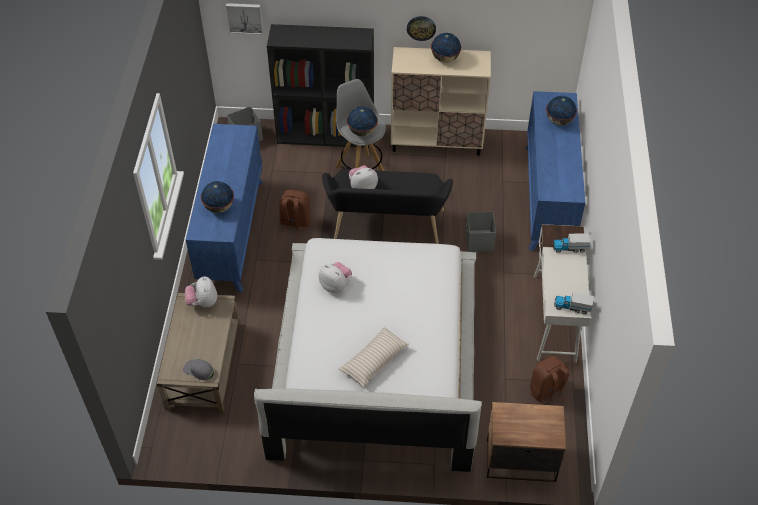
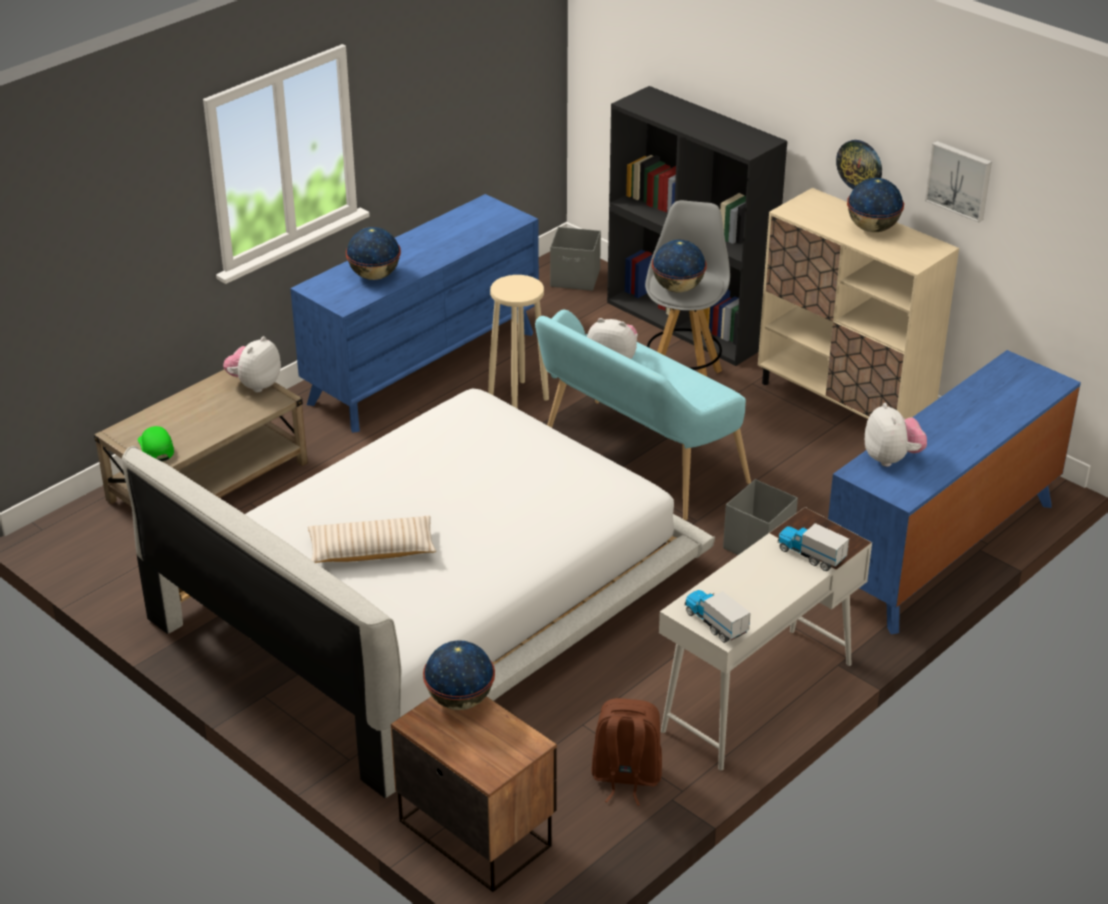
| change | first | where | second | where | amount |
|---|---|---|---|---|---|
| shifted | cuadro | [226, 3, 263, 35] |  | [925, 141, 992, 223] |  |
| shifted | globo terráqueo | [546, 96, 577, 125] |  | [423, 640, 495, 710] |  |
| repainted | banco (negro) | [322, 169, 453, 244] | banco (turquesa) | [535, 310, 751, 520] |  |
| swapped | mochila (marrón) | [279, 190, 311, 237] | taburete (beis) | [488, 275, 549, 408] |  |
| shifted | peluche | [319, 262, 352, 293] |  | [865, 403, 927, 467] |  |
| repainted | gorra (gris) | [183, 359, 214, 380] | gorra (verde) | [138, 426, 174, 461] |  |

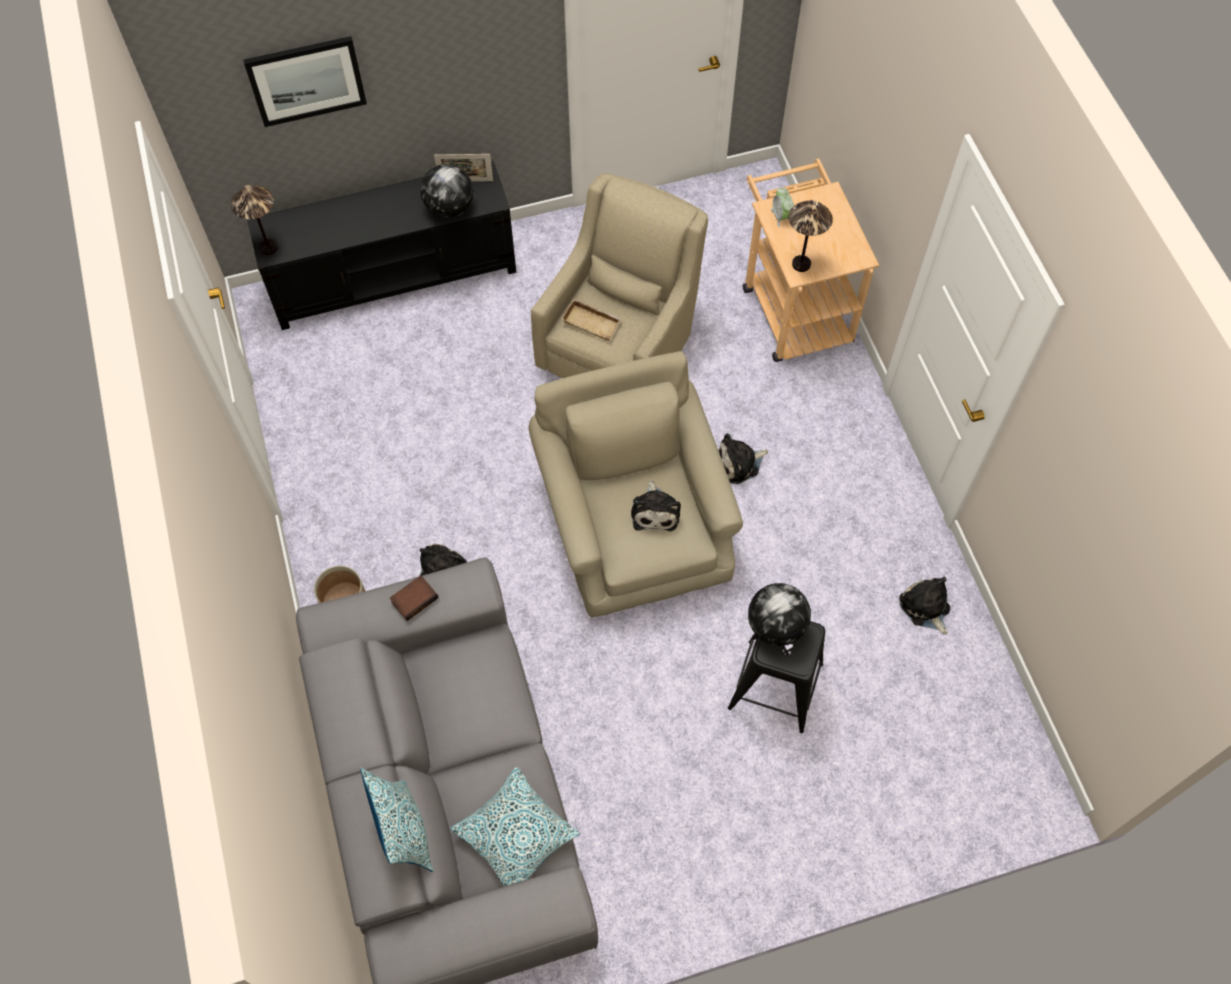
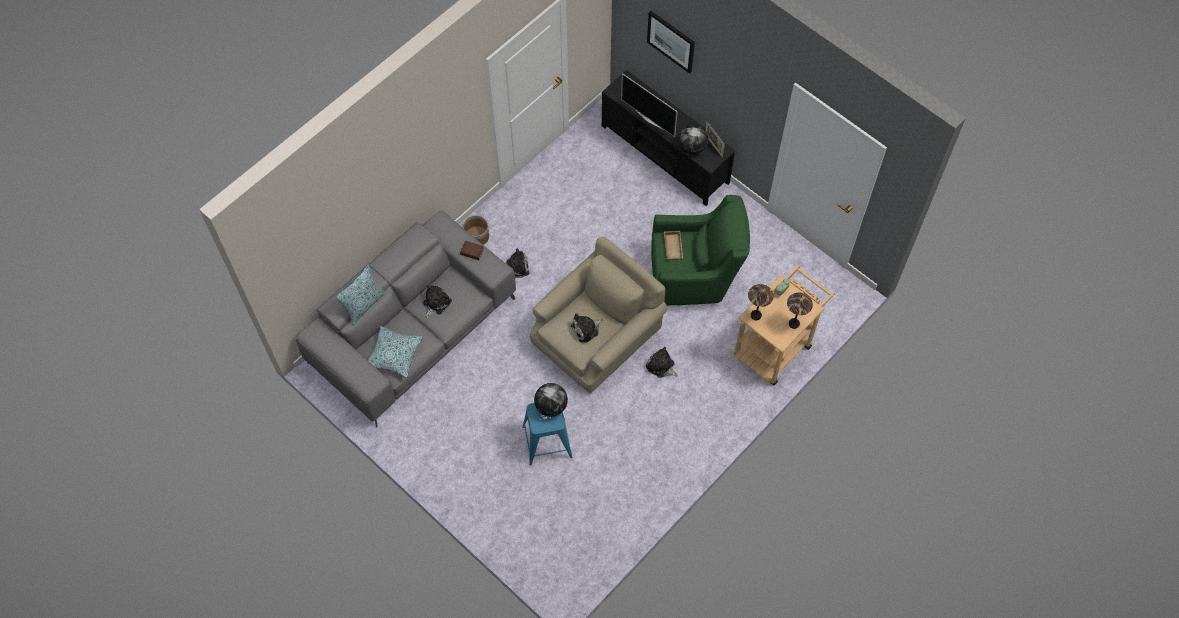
| change | first | where | second | where | amount |
|---|---|---|---|---|---|
| repainted | sillón (beis) | [531, 173, 708, 378] | sillón (verde) | [651, 195, 750, 306] |  |
| shifted | lámpara de mesa | [231, 185, 277, 255] |  | [787, 293, 813, 329] |  |
| shifted | peluche | [899, 577, 950, 635] |  | [423, 285, 452, 319] |  |
| repainted | taburete (negro) | [728, 621, 825, 733] | taburete (azul) | [522, 403, 573, 466] |  |
| new |  |  | televisor | [621, 73, 678, 137] |  |

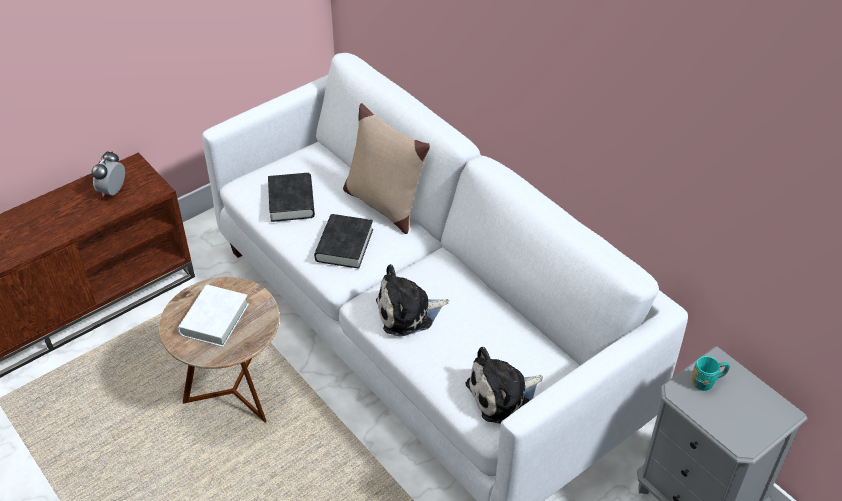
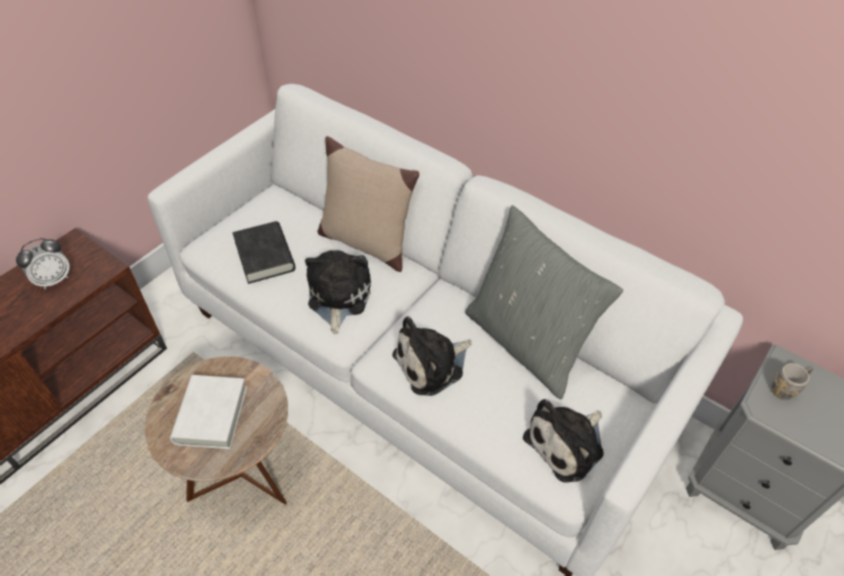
| change | first | where | second | where | amount |
|---|---|---|---|---|---|
| rotated | despertador | [92, 151, 125, 197] |  | [16, 238, 69, 289] | 135 degrees counterclockwise |
| swapped | libro (negro) | [314, 214, 373, 269] | peluche | [305, 250, 371, 334] |  |
| repainted | taza grande (turquesa) | [692, 356, 730, 391] | taza grande (gris) | [771, 363, 813, 400] |  |
| new |  |  | cojín (gris) | [465, 205, 623, 400] |  |

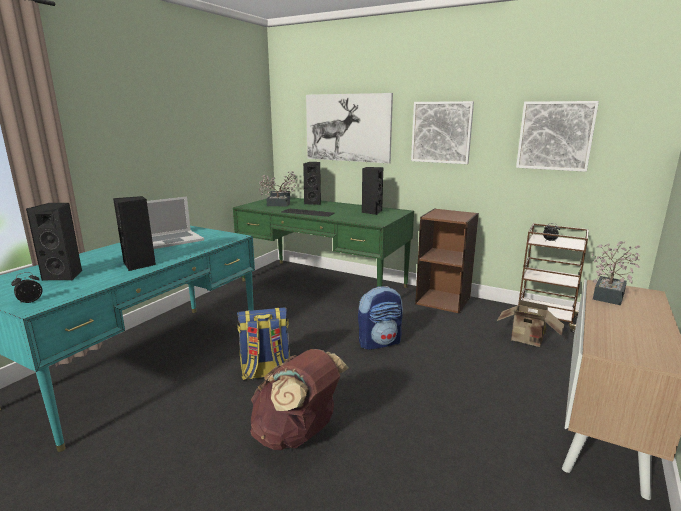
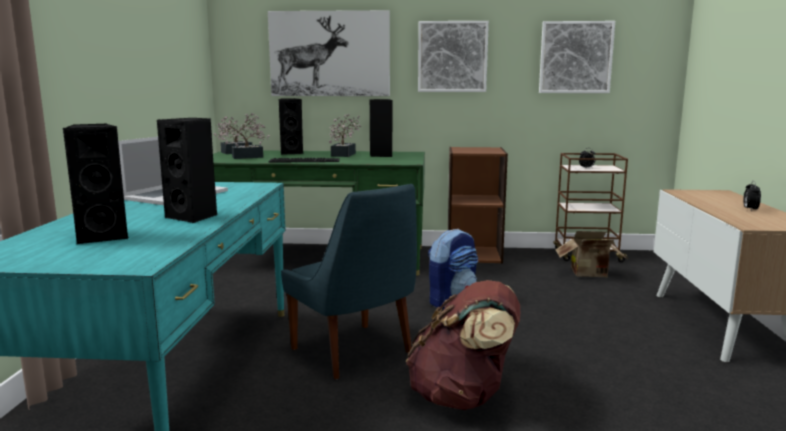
| change | first | where | second | where | amount |
|---|---|---|---|---|---|
| shifted | planta en maceta | [591, 241, 641, 305] |  | [329, 114, 361, 157] |  |
| shifted | despertador | [11, 272, 42, 304] |  | [743, 181, 761, 210] |  |
| swapped | mochila | [237, 307, 290, 380] | silla (azul) | [281, 184, 417, 379] |  |

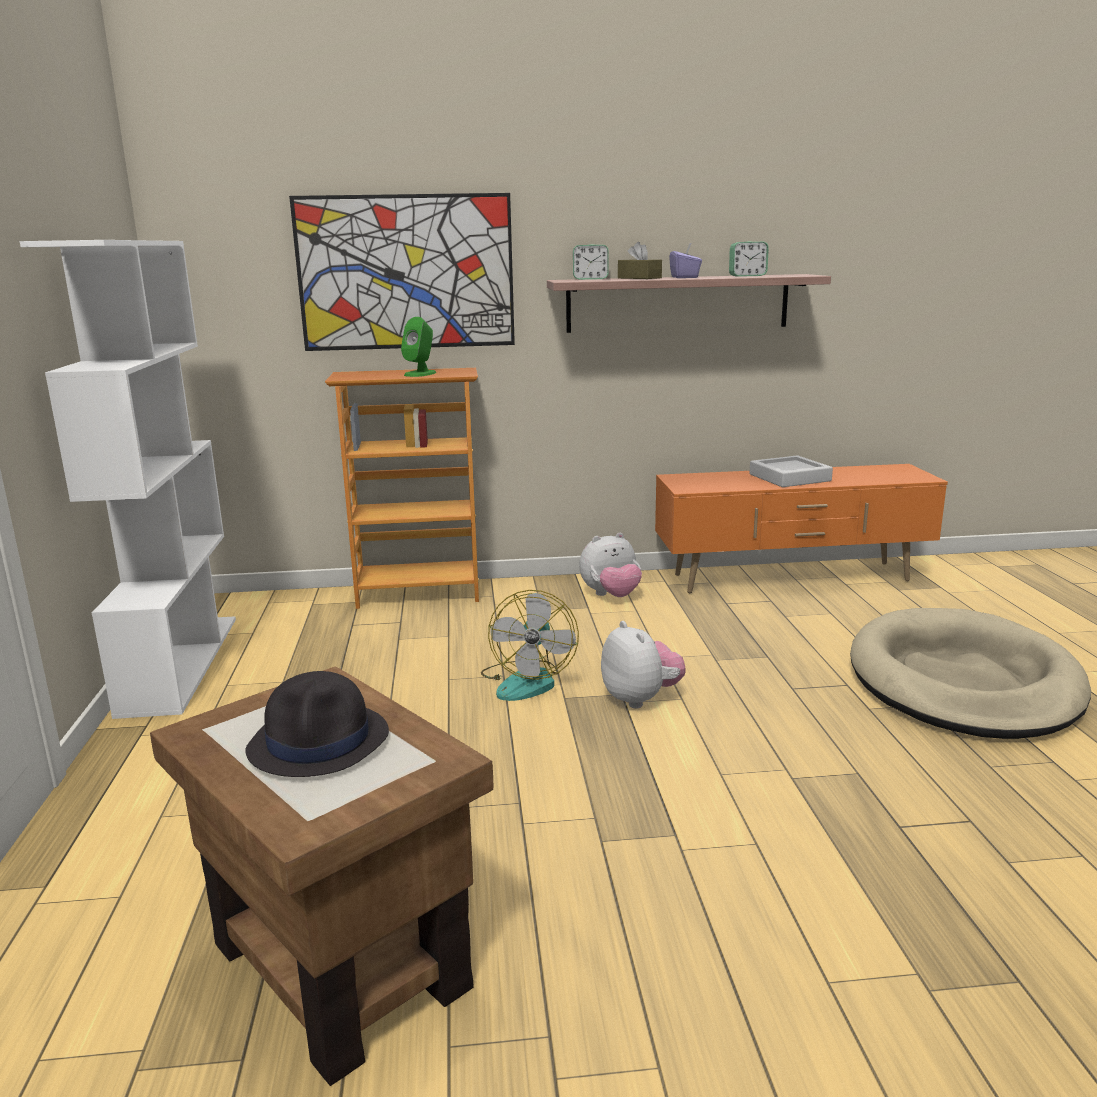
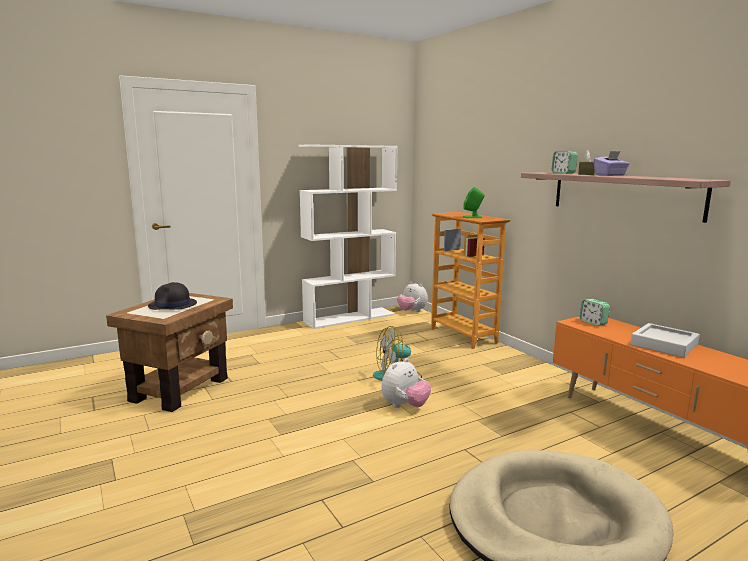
| change | first | where | second | where | amount |
|---|---|---|---|---|---|
| gone | cuadro | [289, 193, 515, 351] |  |  |  |
| shifted | despertador | [729, 241, 769, 277] |  | [580, 299, 610, 326] |  |
| shifted | peluche | [579, 533, 642, 597] |  | [397, 282, 428, 312] |  |

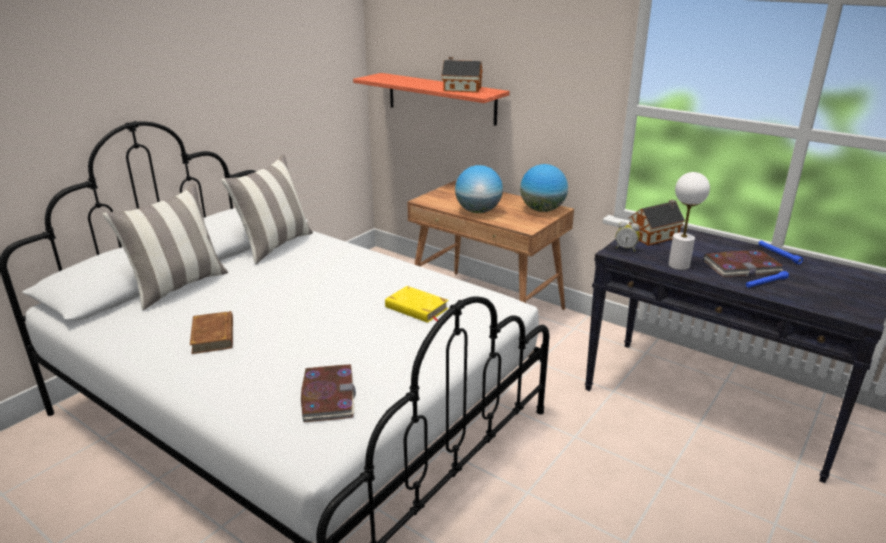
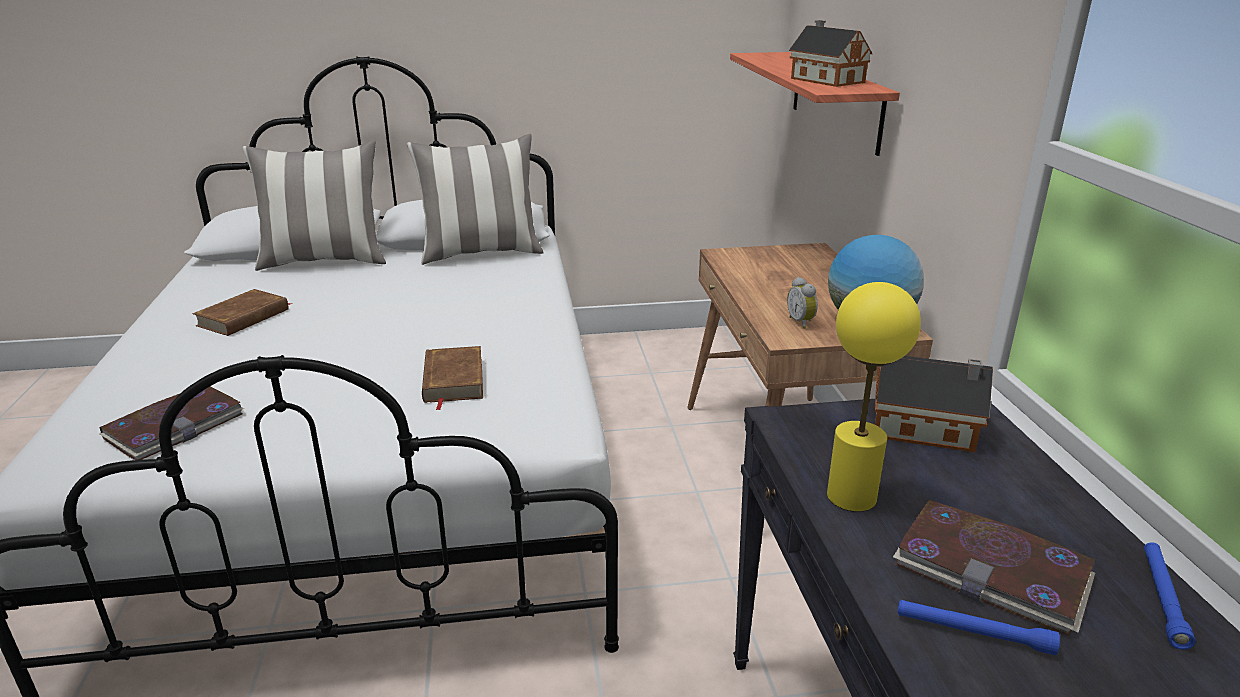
| change | first | where | second | where | amount |
|---|---|---|---|---|---|
| gone | globo terráqueo | [455, 165, 503, 213] |  |  |  |
| repainted | lámpara de mesa (blanco) | [668, 172, 710, 270] | lámpara de mesa (amarillo) | [827, 282, 921, 512] |  |
| shifted | despertador | [616, 221, 640, 252] |  | [787, 277, 818, 329] |  |
| repainted | libro (amarillo) | [385, 286, 448, 323] | libro (marrón) | [422, 346, 483, 410] |  |

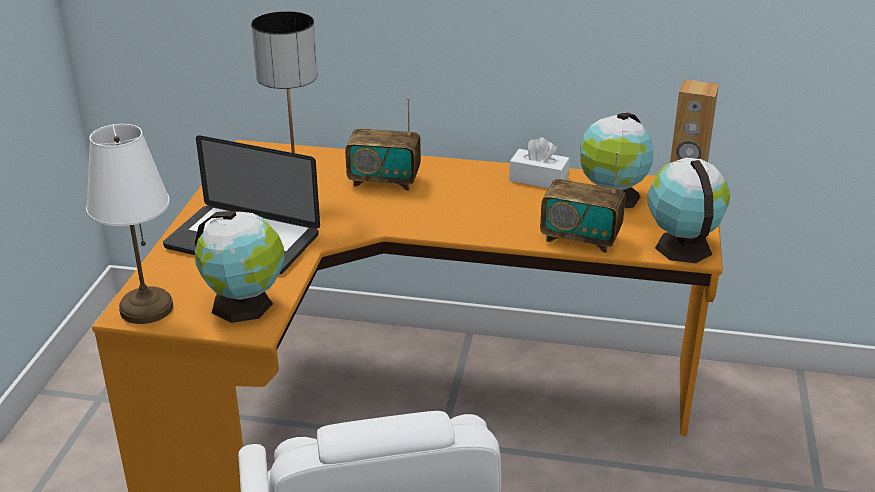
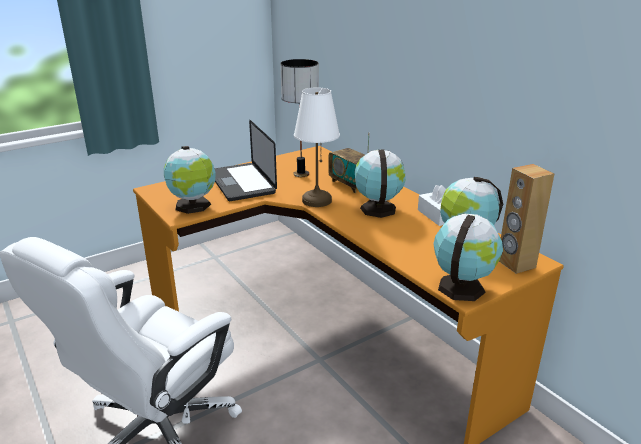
| change | first | where | second | where | amount |
|---|---|---|---|---|---|
| shifted | lámpara de mesa (blanco) | [86, 124, 173, 324] |  | [294, 87, 340, 207] |  |
| gone | radio | [540, 152, 626, 253] |  |  |  |
| new |  |  | globo terráqueo | [355, 150, 406, 218] |  |

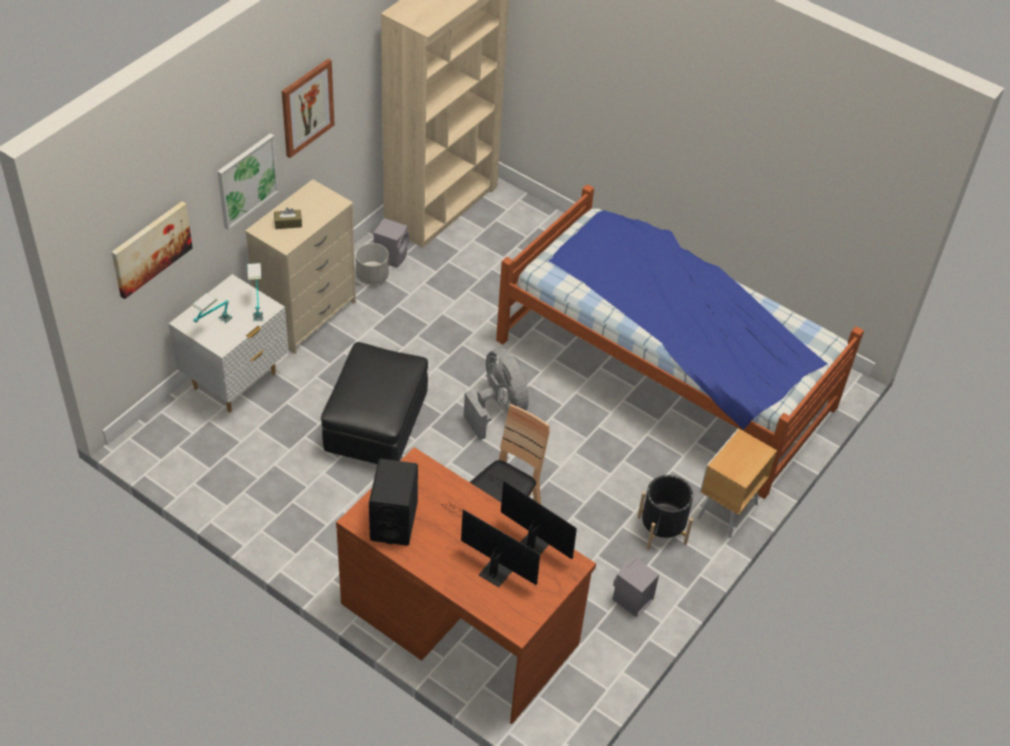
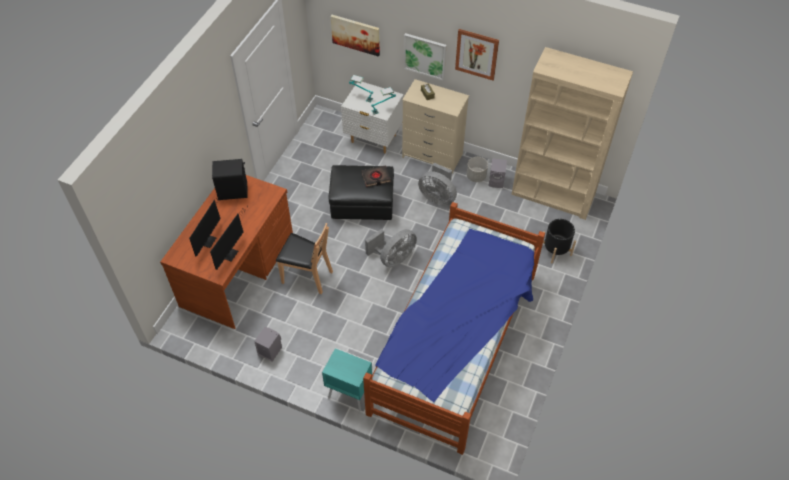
| change | first | where | second | where | amount |
|---|---|---|---|---|---|
| repainted | mesita de noche (marrón) | [697, 428, 777, 538] | mesita de noche (turquesa) | [322, 348, 373, 411] |  |
| shifted | maceta (negro) | [637, 475, 693, 550] |  | [543, 219, 576, 263] |  |
| new |  |  | ventilador (gris) | [418, 163, 457, 206] |  |
| new |  |  | libro (negro) | [361, 165, 391, 187] |  |

